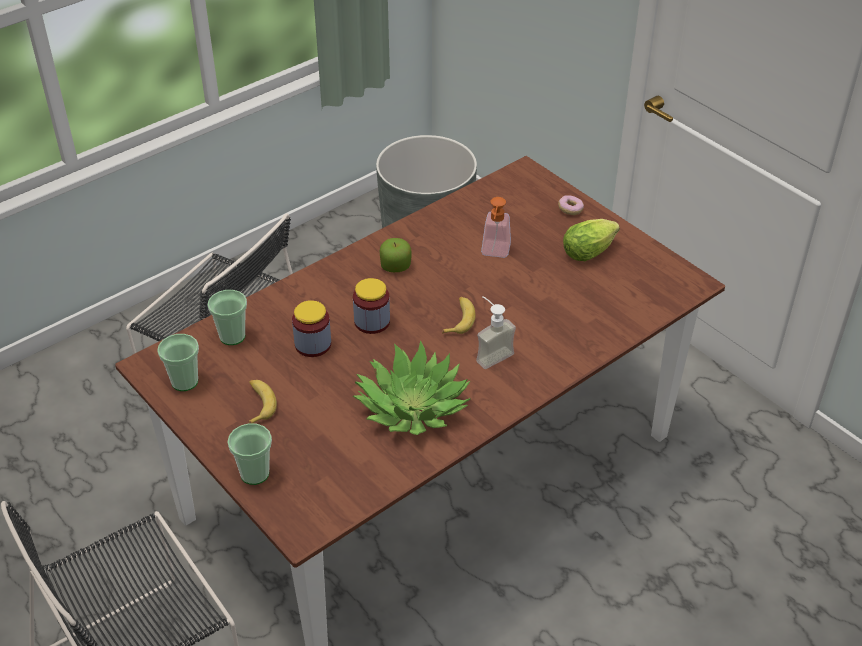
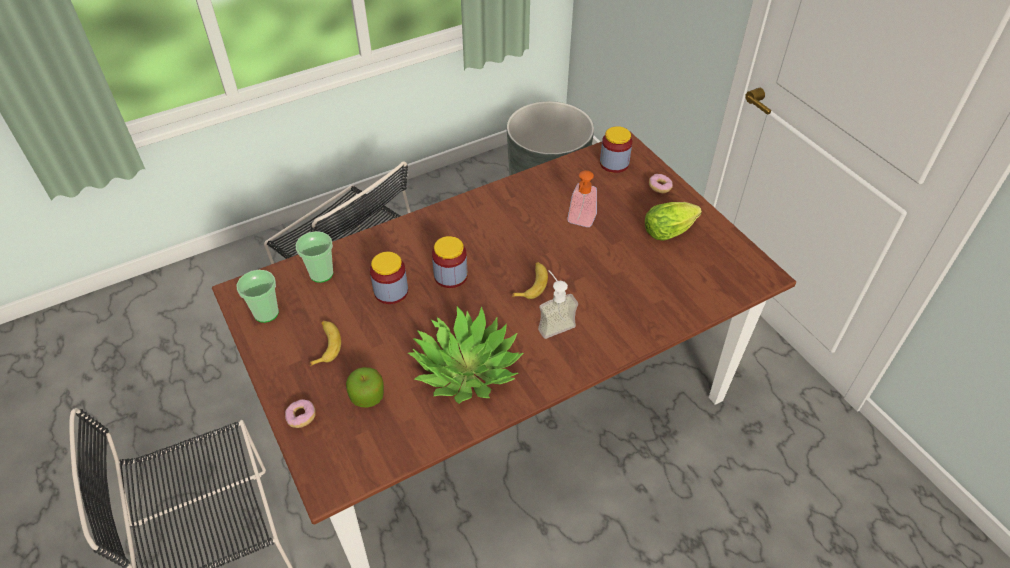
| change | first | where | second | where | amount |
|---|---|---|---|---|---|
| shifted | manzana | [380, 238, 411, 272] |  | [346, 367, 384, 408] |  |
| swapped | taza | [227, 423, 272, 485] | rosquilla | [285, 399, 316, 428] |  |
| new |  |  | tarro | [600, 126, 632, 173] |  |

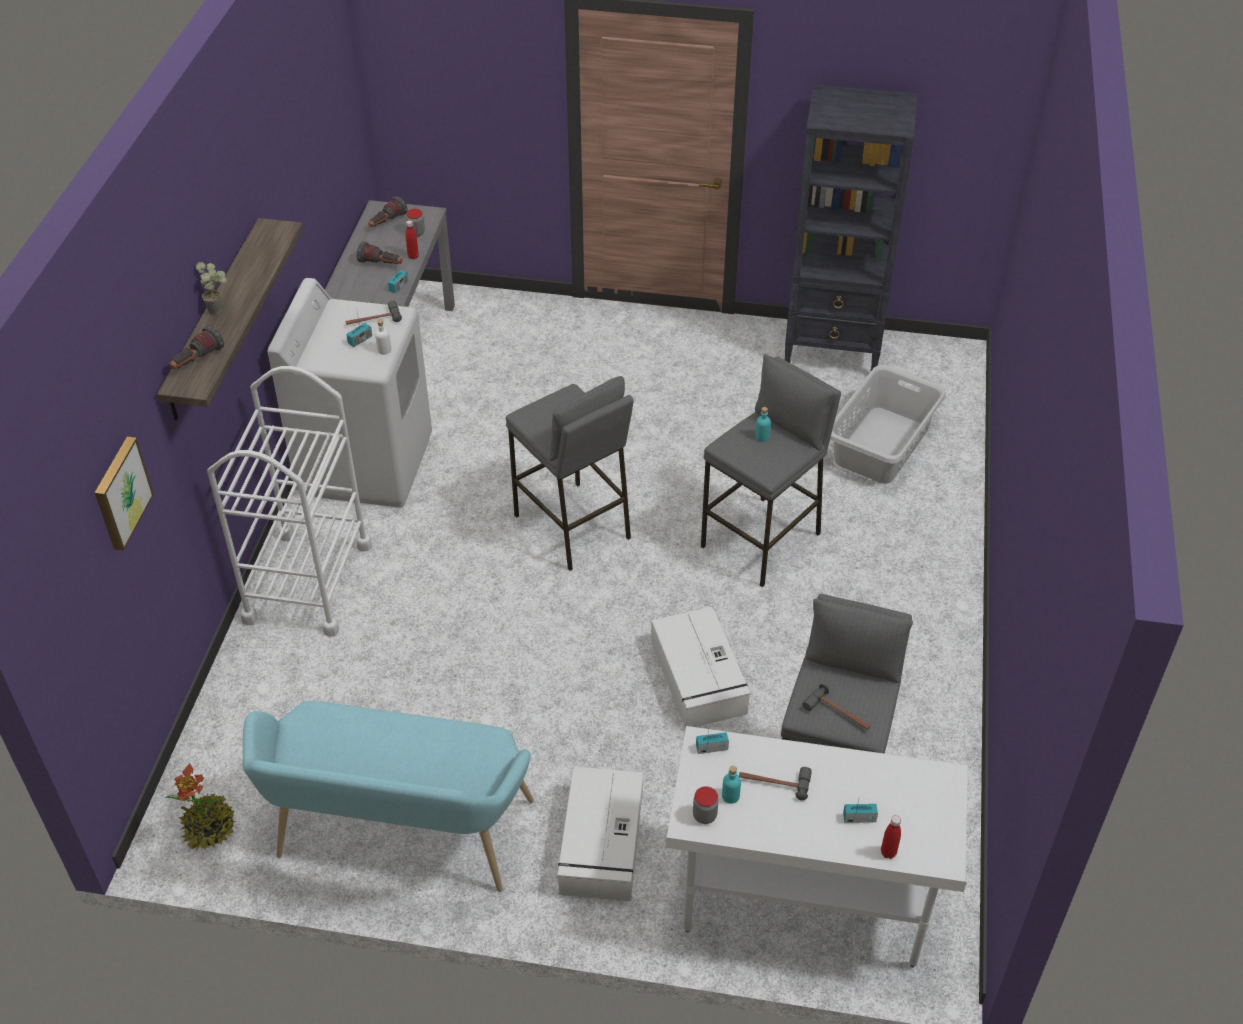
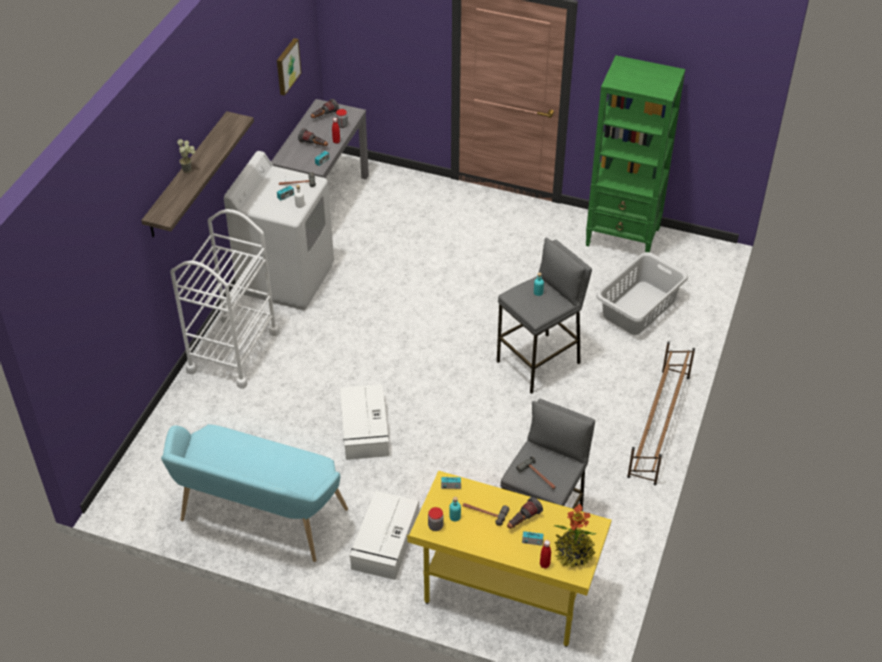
| change | first | where | second | where | amount |
|---|---|---|---|---|---|
| repainted | estantería (negro) | [785, 85, 917, 372] | estantería (verde) | [586, 55, 685, 252] |  |
| shifted | linterna | [169, 325, 224, 369] |  | [507, 497, 543, 529] |  |
| gone | taburete (gris) | [505, 376, 633, 571] |  |  |  |
| shifted | cuadro | [95, 437, 154, 551] |  | [277, 38, 302, 96] |  |
| shifted | caja de almacenaje (blanco) | [651, 607, 751, 729] |  | [340, 384, 389, 460] |  |
| repainted | escritorio (blanco) | [666, 726, 968, 967] | escritorio (amarillo) | [407, 471, 612, 647] |  |
| shifted | planta en maceta | [166, 763, 236, 850] |  | [554, 504, 596, 568] |  |
| new |  |  | zapatero (marrón) | [627, 341, 695, 485] |  |

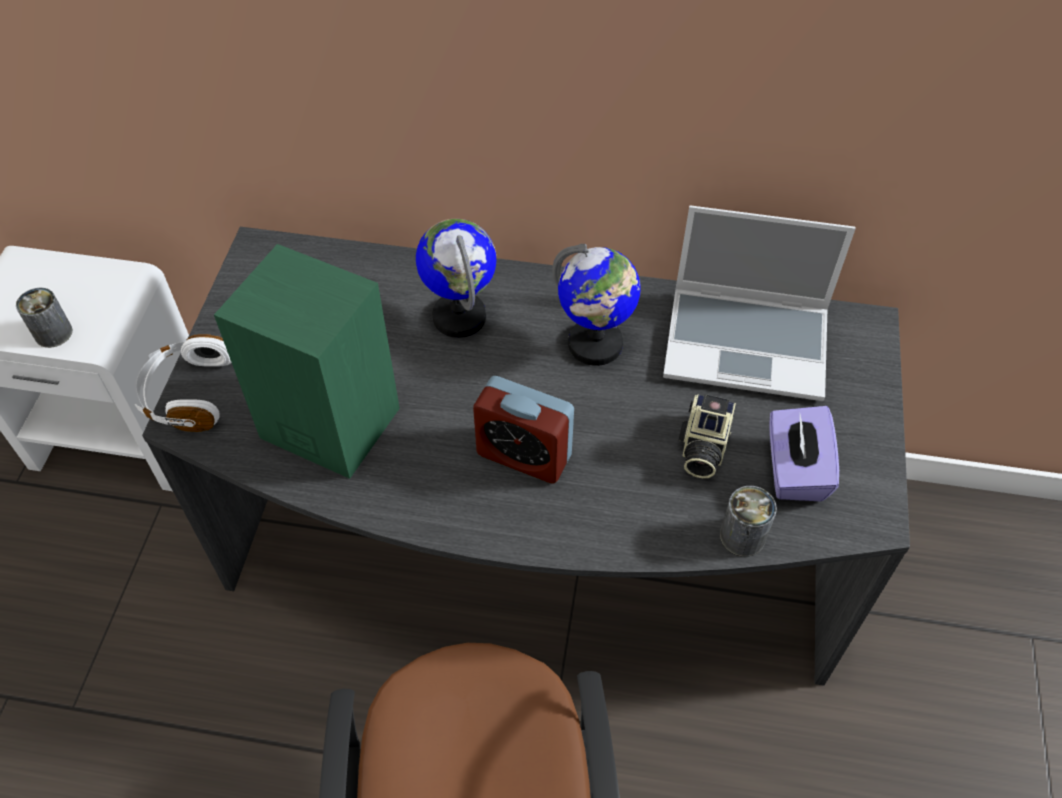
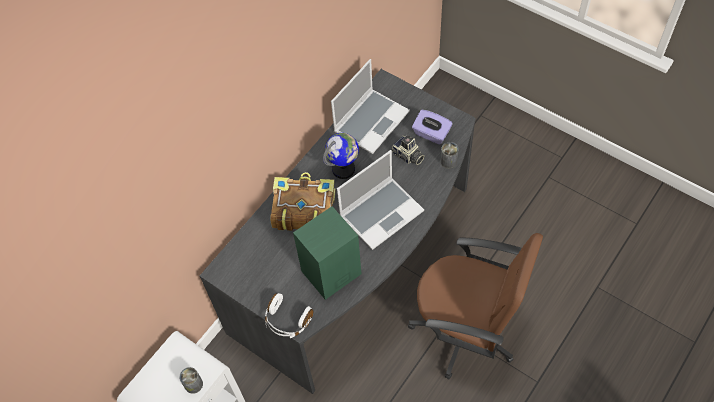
| change | first | where | second | where | amount |
|---|---|---|---|---|---|
| swapped | globo terráqueo | [416, 219, 496, 338] | libro | [270, 172, 336, 231] |  |
| swapped | despertador | [473, 376, 574, 484] | portátil | [337, 150, 424, 250] |  |

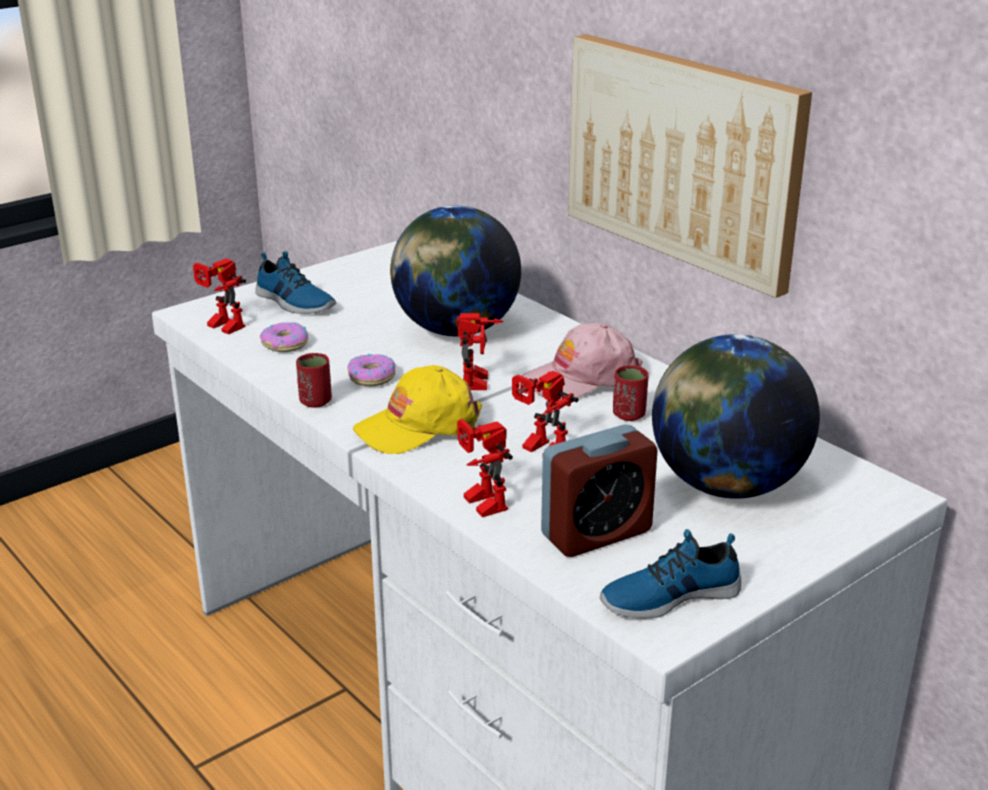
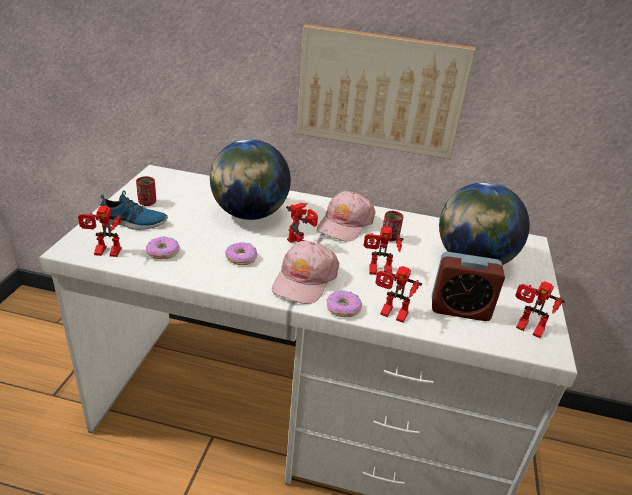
| change | first | where | second | where | amount |
|---|---|---|---|---|---|
| shifted | taza (rojo) | [296, 353, 332, 408] |  | [136, 176, 156, 206] |  |
| repainted | gorra (amarillo) | [353, 365, 482, 454] | gorra (rosa) | [272, 241, 339, 304] |  |
| rotated | despertador | [541, 424, 658, 557] |  | [432, 252, 505, 321] | 75 degrees clockwise |
| swapped | zapato | [600, 529, 742, 619] | robot de juguete | [515, 282, 565, 338] |  |
| new |  |  | rosquilla | [327, 290, 362, 317] |  |

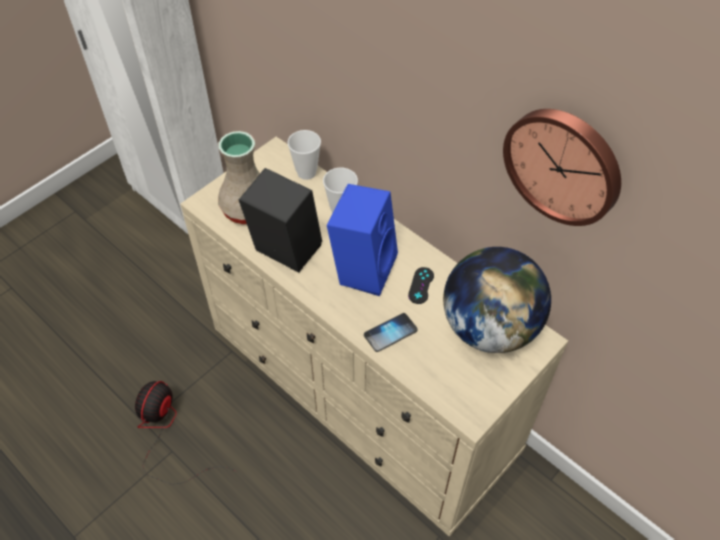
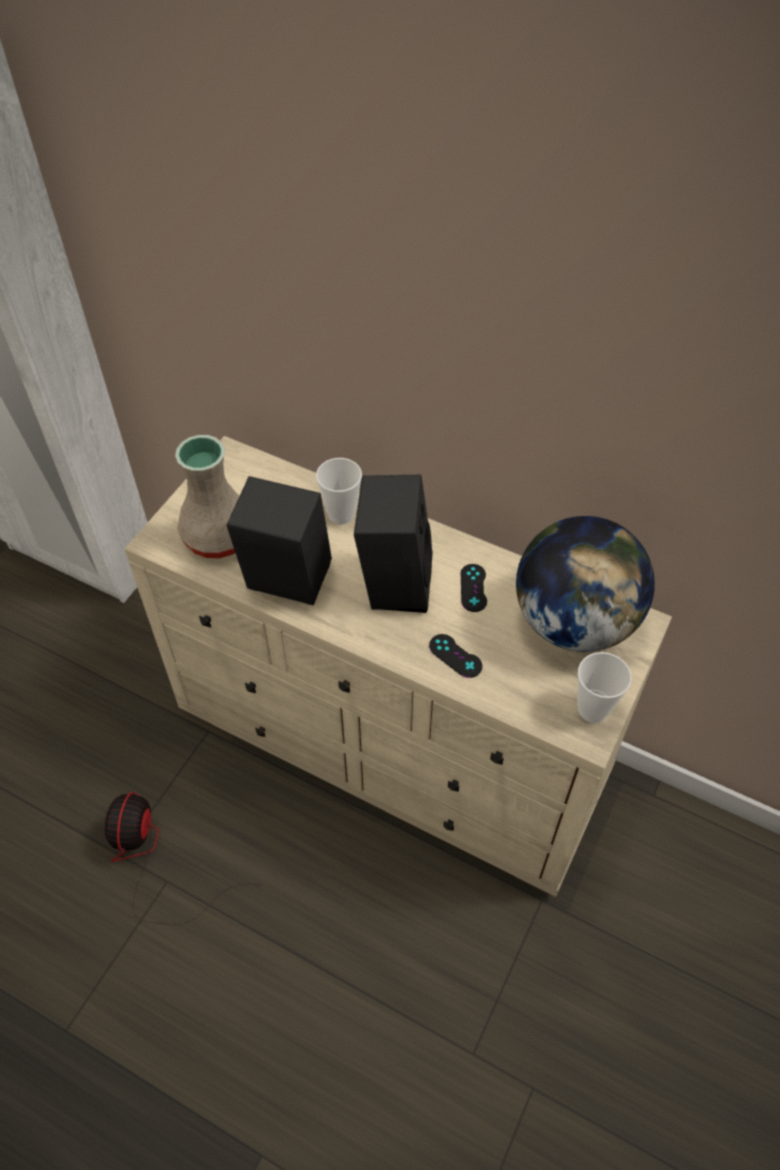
| change | first | where | second | where | amount |
|---|---|---|---|---|---|
| gone | reloj de pared | [503, 109, 621, 226] |  |  |  |
| shifted | taza | [288, 130, 321, 180] |  | [577, 652, 632, 723] |  |
| repainted | altavoz (azul) | [327, 184, 398, 296] | altavoz (negro) | [354, 475, 433, 613] |  |
| swapped | móvil | [364, 313, 418, 352] | mando de consola (negro) | [429, 634, 482, 678] |  |

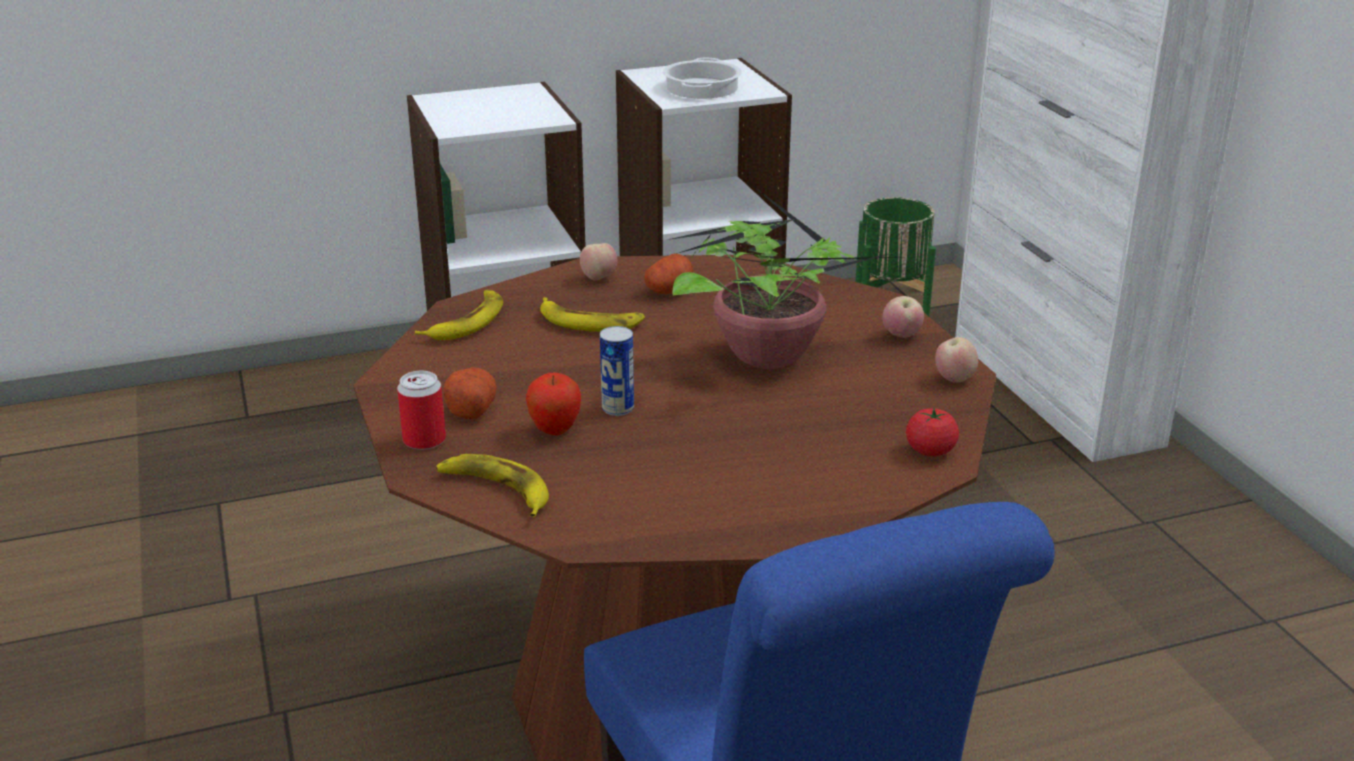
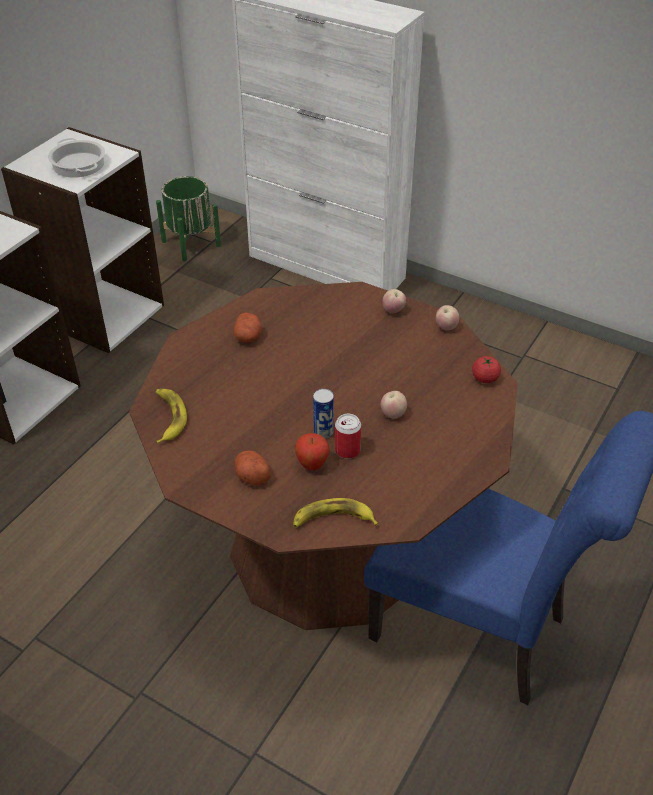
| change | first | where | second | where | amount |
|---|---|---|---|---|---|
| gone | planta en maceta | [667, 185, 901, 369] |  |  |  |
| shifted | manzana | [580, 243, 618, 281] |  | [381, 391, 407, 419] |  |
| gone | plátano | [540, 297, 645, 332] |  |  |  |
| shifted | lata | [397, 371, 446, 450] |  | [335, 413, 361, 459] |  |

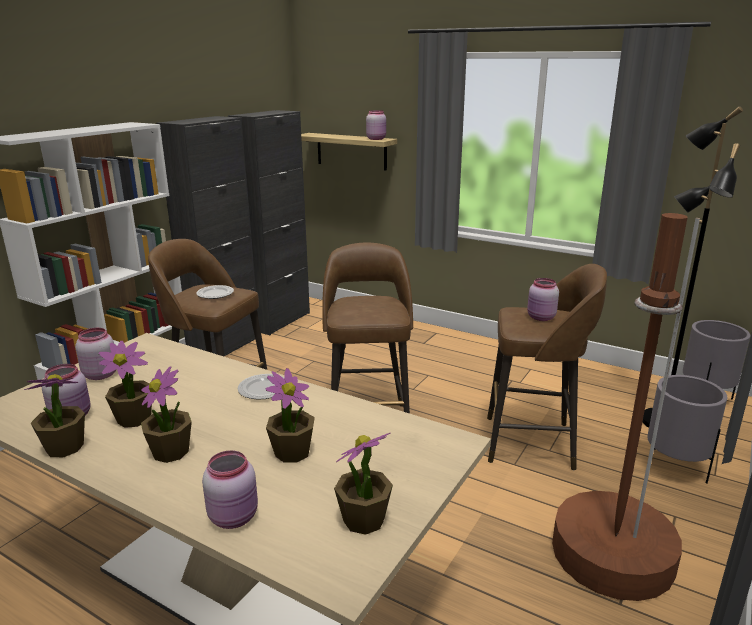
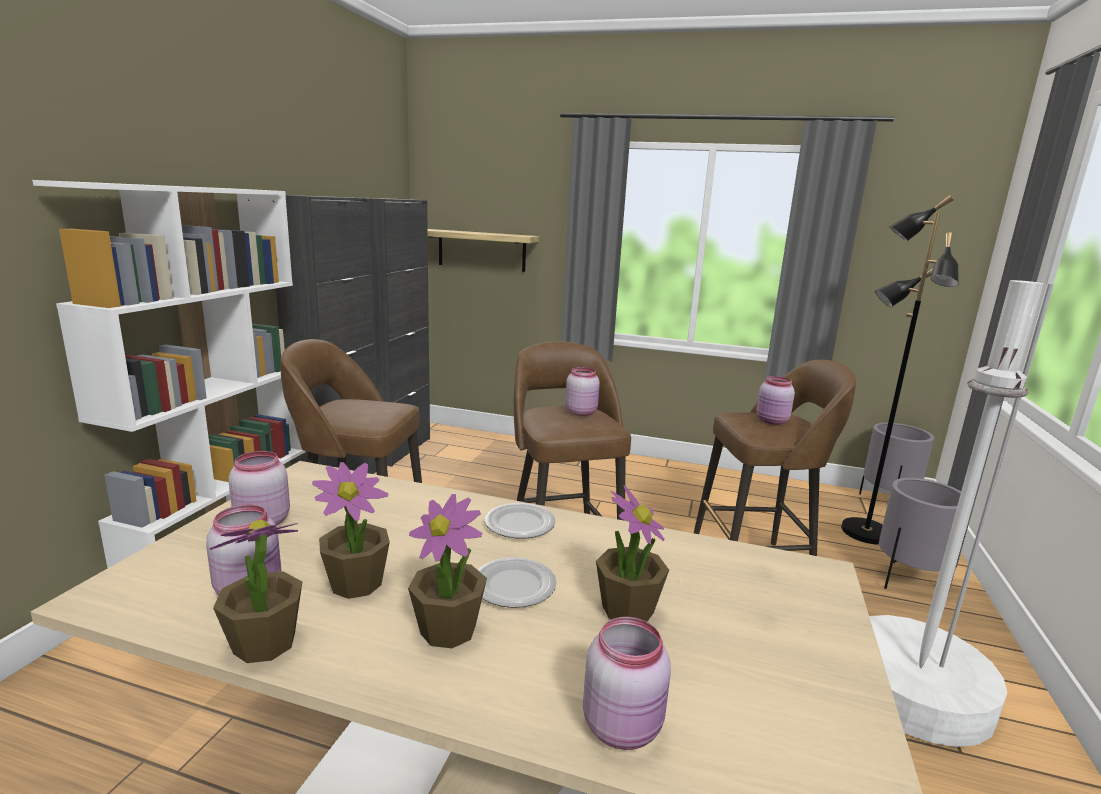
| change | first | where | second | where | amount |
|---|---|---|---|---|---|
| shifted | tarro (rosa) | [366, 110, 386, 140] |  | [565, 367, 600, 416] |  |
| repainted | lámpara de pie (marrón) | [552, 213, 700, 601] | lámpara de pie (blanco) | [869, 280, 1054, 747] |  |
| shifted | plato | [196, 285, 234, 299] |  | [478, 557, 557, 608] |  |
| gone | planta en maceta | [334, 433, 393, 535] |  |  |  |

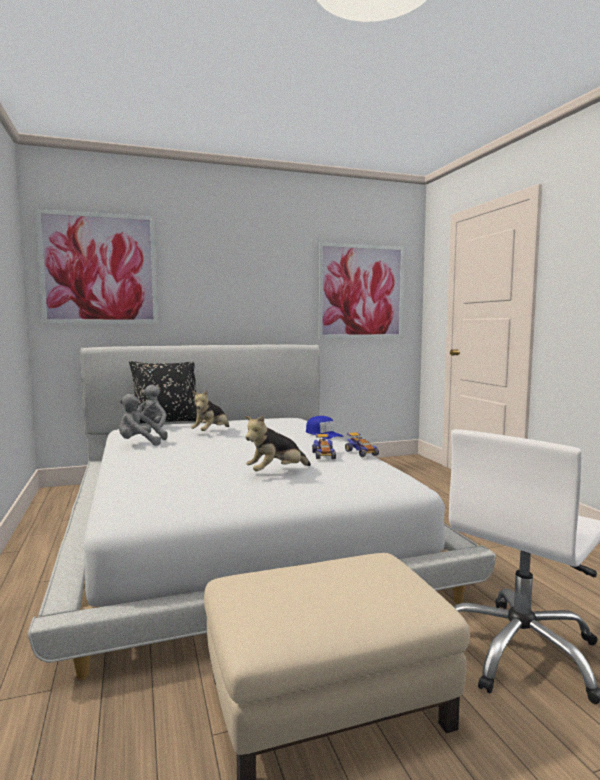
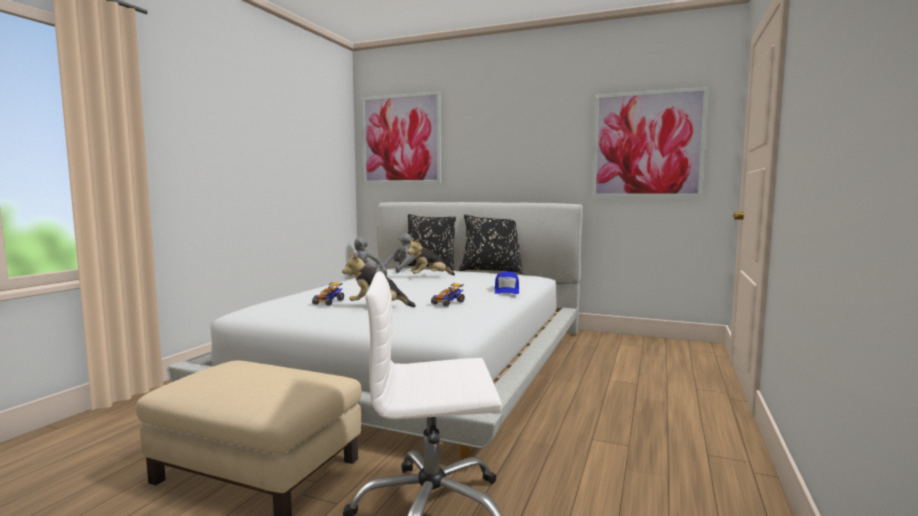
| change | first | where | second | where | amount |
|---|---|---|---|---|---|
| shifted | coche de juguete | [345, 432, 379, 457] |  | [312, 282, 344, 306] |  |
| new |  |  | cojín (negro) | [459, 214, 523, 274] |  |

